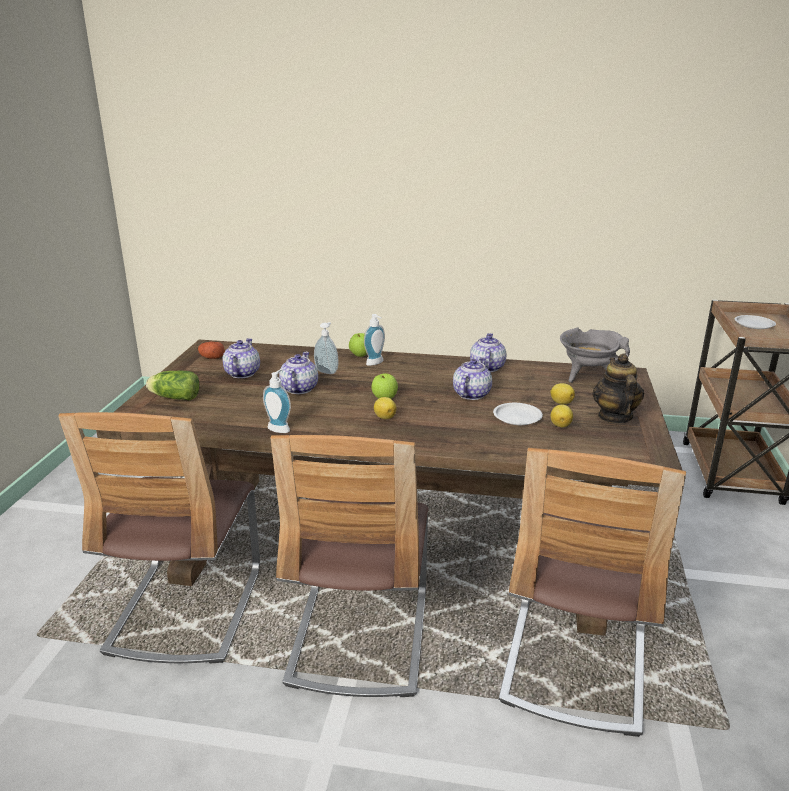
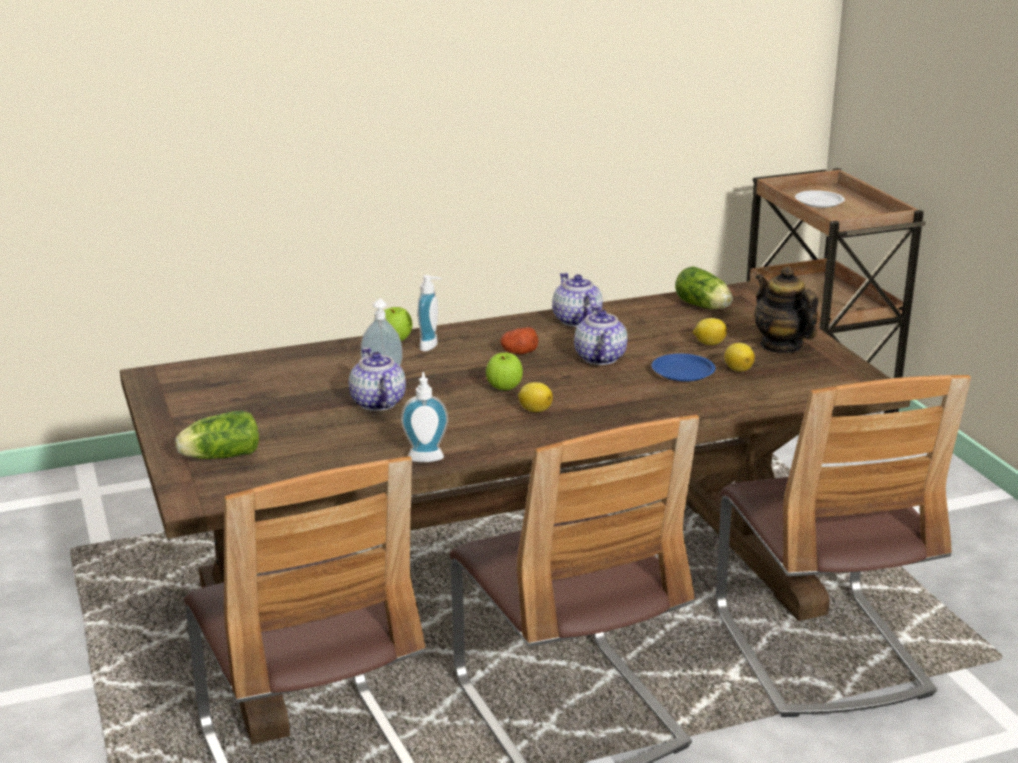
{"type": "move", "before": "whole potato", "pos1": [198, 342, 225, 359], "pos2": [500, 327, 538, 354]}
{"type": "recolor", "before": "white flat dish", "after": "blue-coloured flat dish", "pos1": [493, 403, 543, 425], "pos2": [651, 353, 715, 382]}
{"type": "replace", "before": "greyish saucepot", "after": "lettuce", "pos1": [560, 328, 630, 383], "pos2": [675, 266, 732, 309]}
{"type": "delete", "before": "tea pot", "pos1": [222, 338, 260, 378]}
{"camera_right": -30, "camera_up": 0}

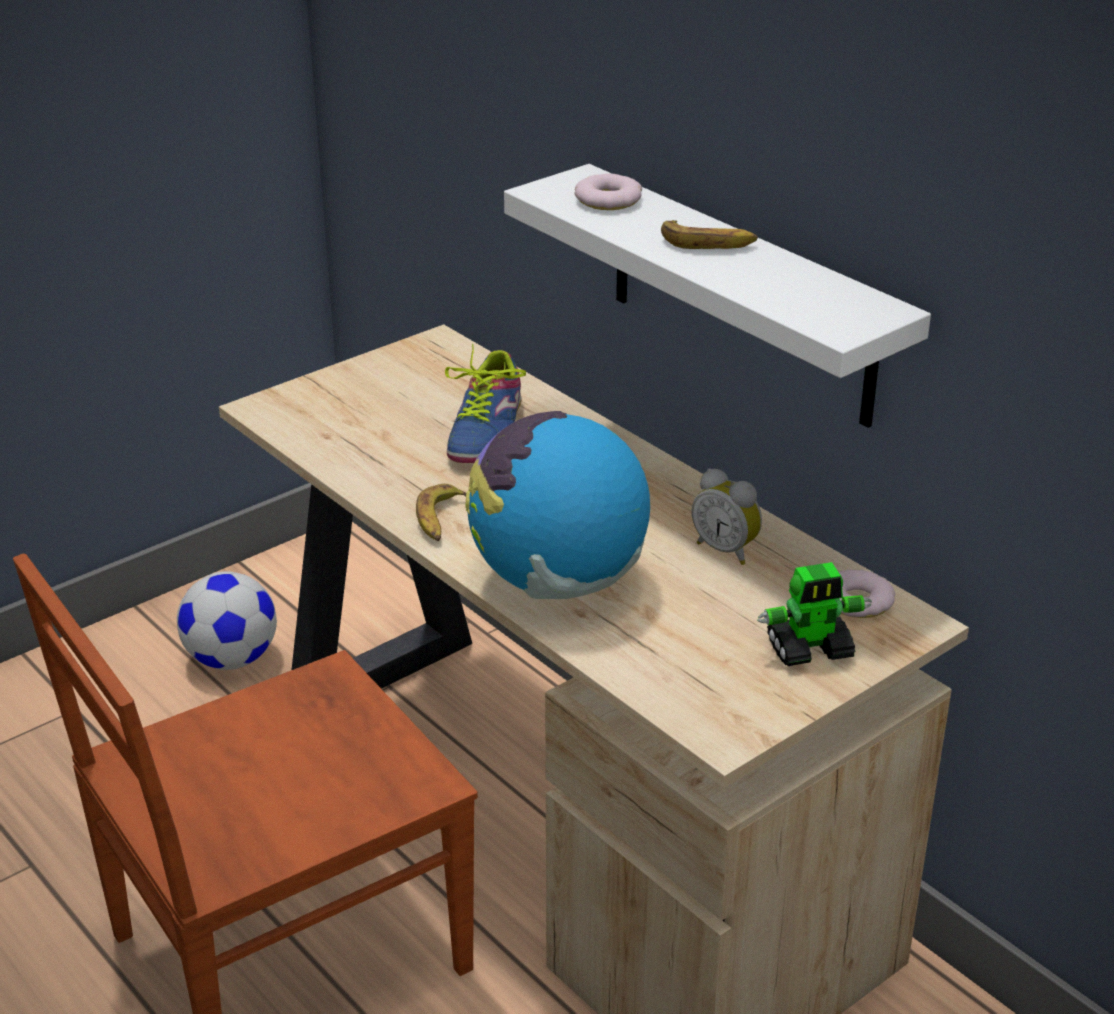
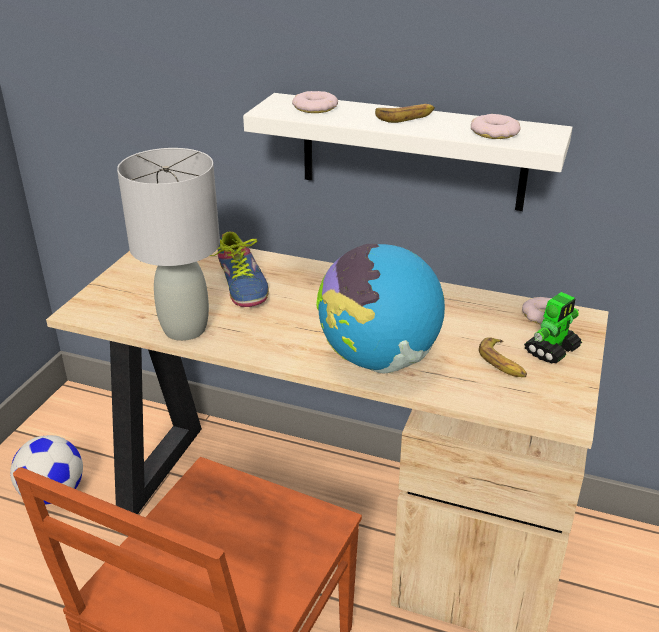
{"type": "insert", "after": "greyish table lamp", "pos2": [117, 148, 220, 341]}
{"type": "insert", "after": "doughnut", "pos2": [471, 114, 521, 139]}
{"type": "move", "before": "banana", "pos1": [416, 484, 466, 541], "pos2": [479, 337, 527, 377]}
{"type": "delete", "before": "table clock", "pos1": [692, 468, 762, 565]}
{"camera_right": -30, "camera_up": 0}

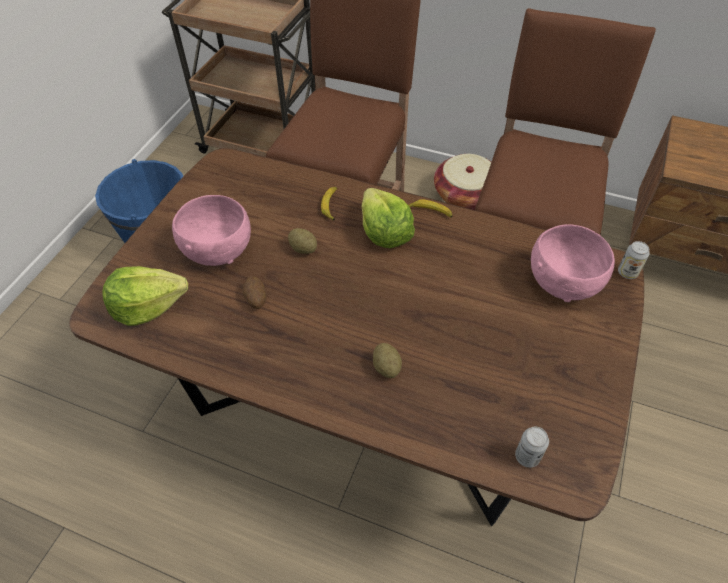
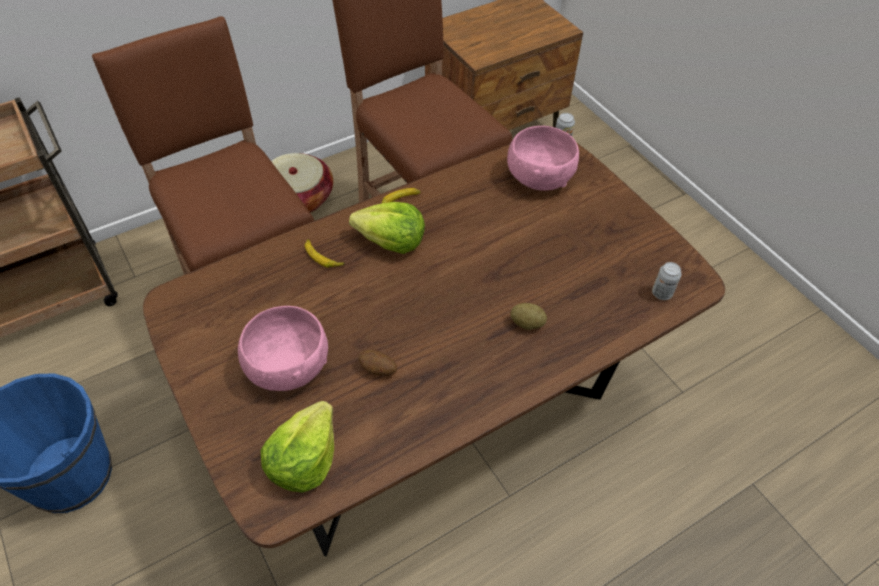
{"type": "delete", "before": "whole potato", "pos1": [288, 228, 317, 254]}
{"camera_right": -55, "camera_up": 0}

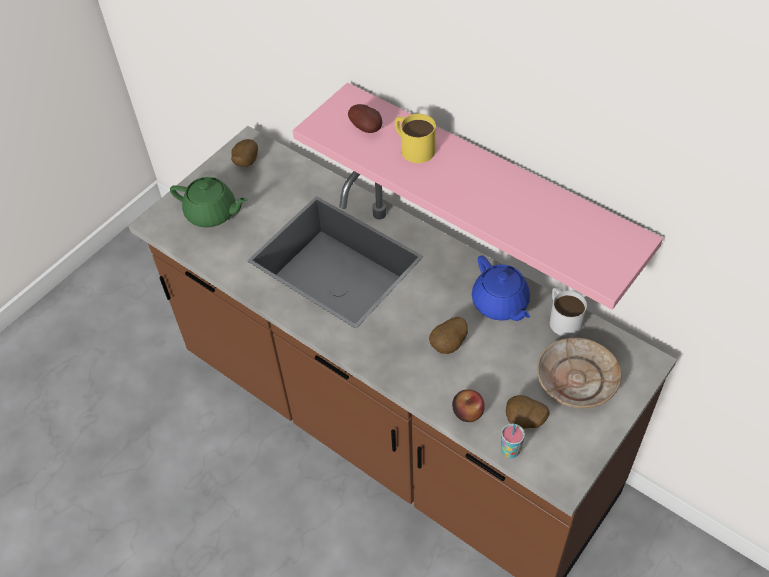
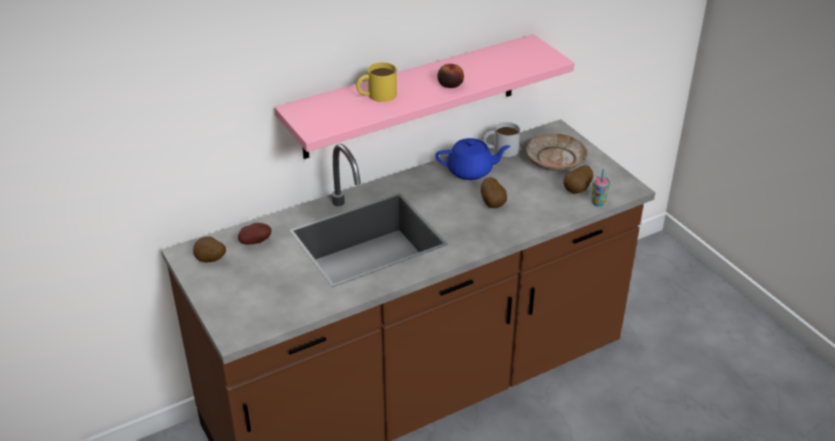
{"type": "move", "before": "whole potato", "pos1": [348, 104, 382, 133], "pos2": [238, 223, 271, 245]}
{"type": "move", "before": "apple fruit", "pos1": [452, 390, 485, 422], "pos2": [437, 64, 464, 88]}
{"type": "delete", "before": "greenish tea pot", "pos1": [170, 177, 248, 227]}
{"camera_right": -70, "camera_up": -15}

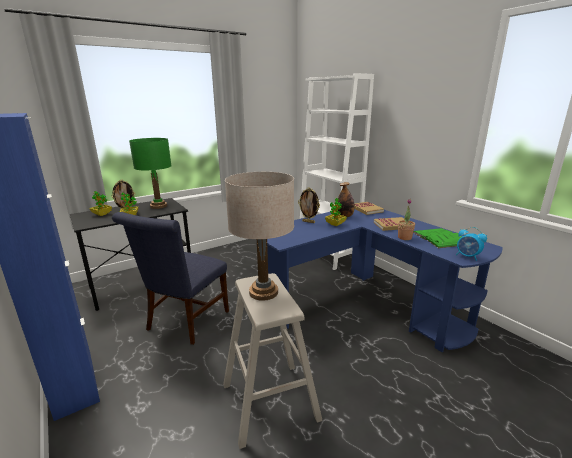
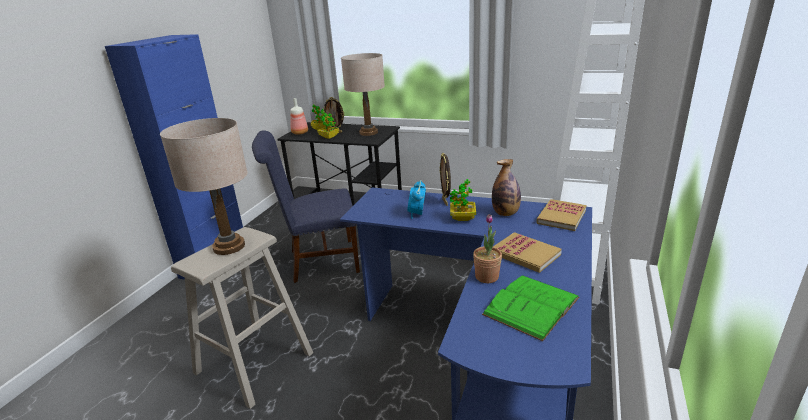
{"type": "insert", "after": "drink bottle", "pos2": [290, 98, 308, 135]}
{"type": "recolor", "before": "greenish table lamp", "after": "beige table lamp", "pos1": [129, 138, 172, 209], "pos2": [341, 53, 385, 136]}
{"type": "move", "before": "table clock", "pos1": [456, 227, 487, 261], "pos2": [407, 180, 426, 219]}
{"camera_right": 55, "camera_up": 5}

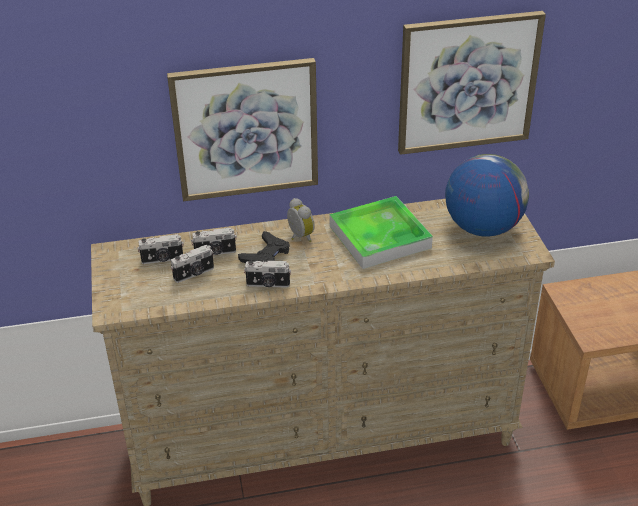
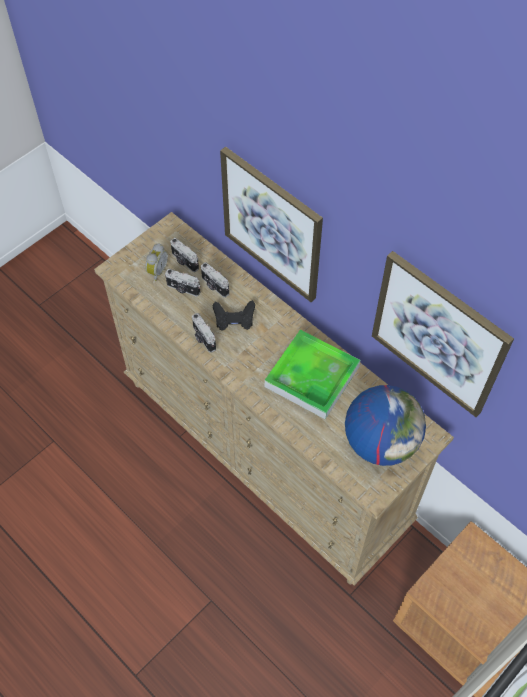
{"type": "move", "before": "table clock", "pos1": [287, 198, 315, 242], "pos2": [145, 243, 168, 281]}
{"camera_right": 55, "camera_up": 20}

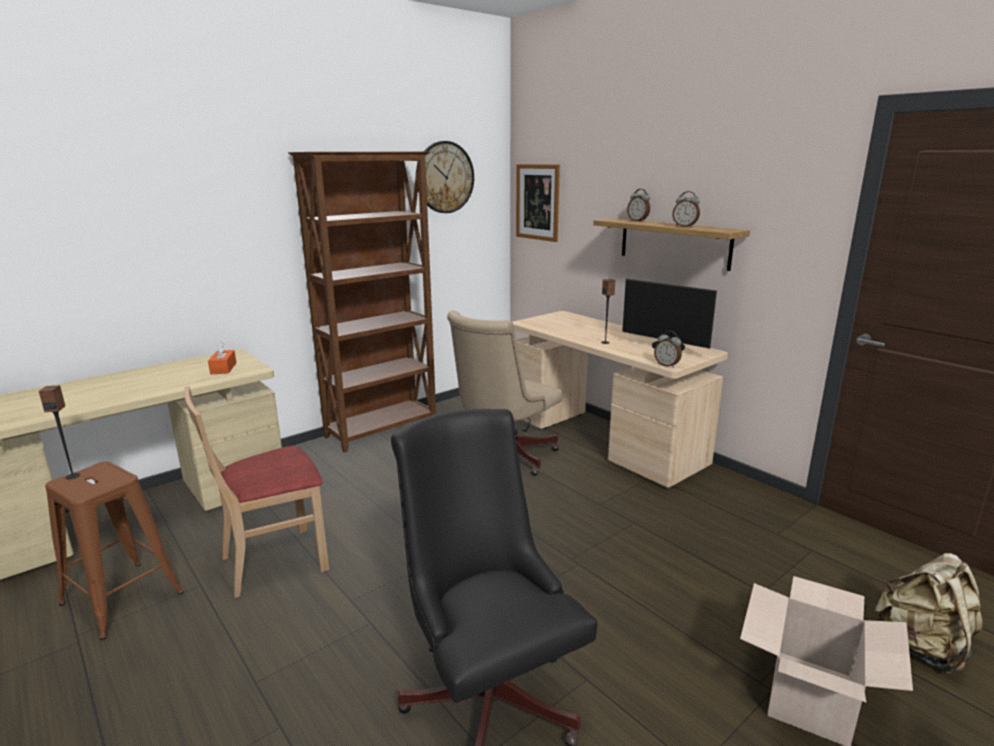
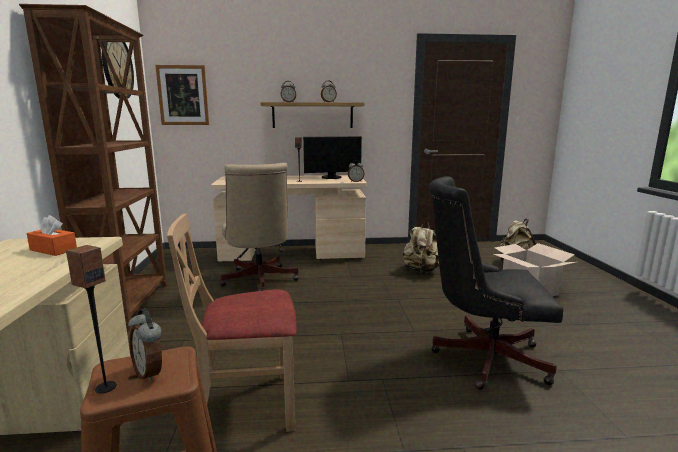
{"type": "insert", "after": "table clock", "pos2": [128, 309, 162, 383]}
{"type": "rotate", "before": "beige plain chair", "pos1": [184, 386, 329, 598], "pos2": [167, 213, 297, 432], "turn": 75}
{"type": "insert", "after": "beige backpack", "pos2": [402, 222, 439, 274]}
{"camera_right": -55, "camera_up": -5}

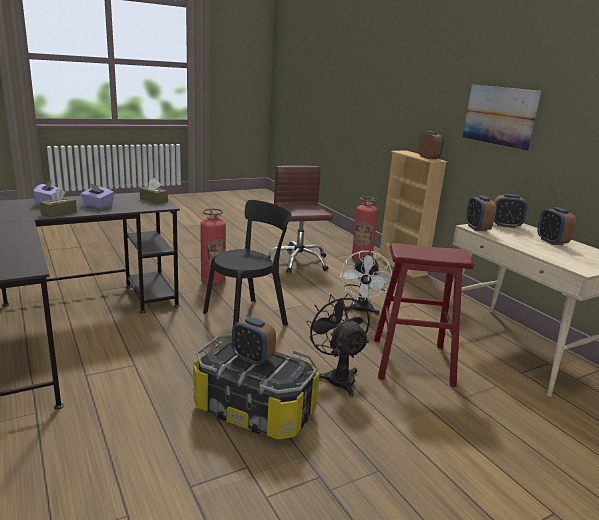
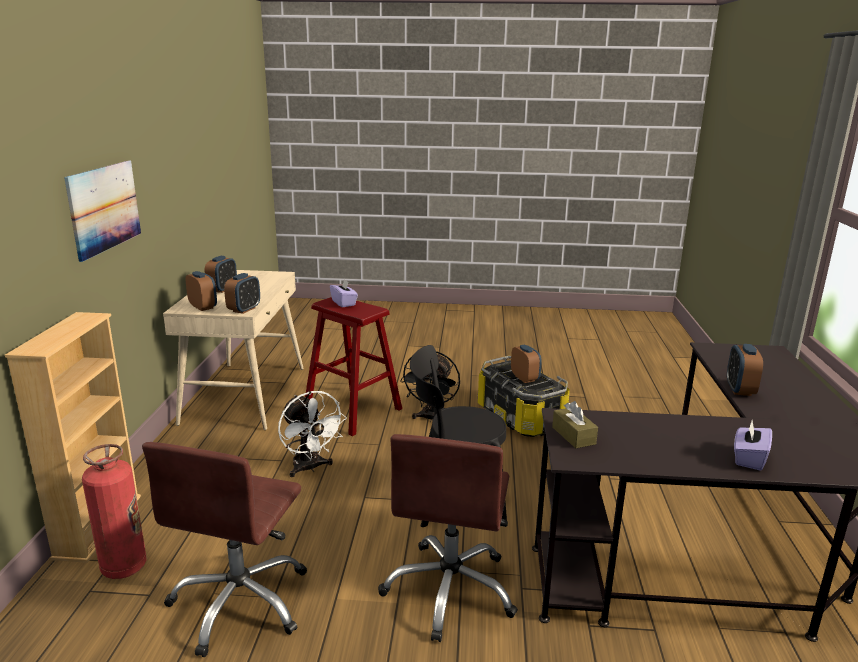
{"type": "rotate", "before": "white fan", "pos1": [340, 250, 392, 315], "pos2": [278, 391, 347, 477], "turn": 105}
{"type": "move", "before": "purple tissue holder", "pos1": [80, 183, 114, 209], "pos2": [330, 279, 358, 307]}
{"type": "replace", "before": "extinguisher", "after": "brown-coloured office chair", "pos1": [200, 208, 226, 286], "pos2": [378, 434, 518, 642]}
{"type": "move", "before": "table clock", "pos1": [418, 131, 444, 159], "pos2": [727, 344, 763, 396]}
{"type": "delete", "before": "brown-coloured tissue holder", "pos1": [39, 189, 77, 218]}
{"camera_right": -145, "camera_up": 0}

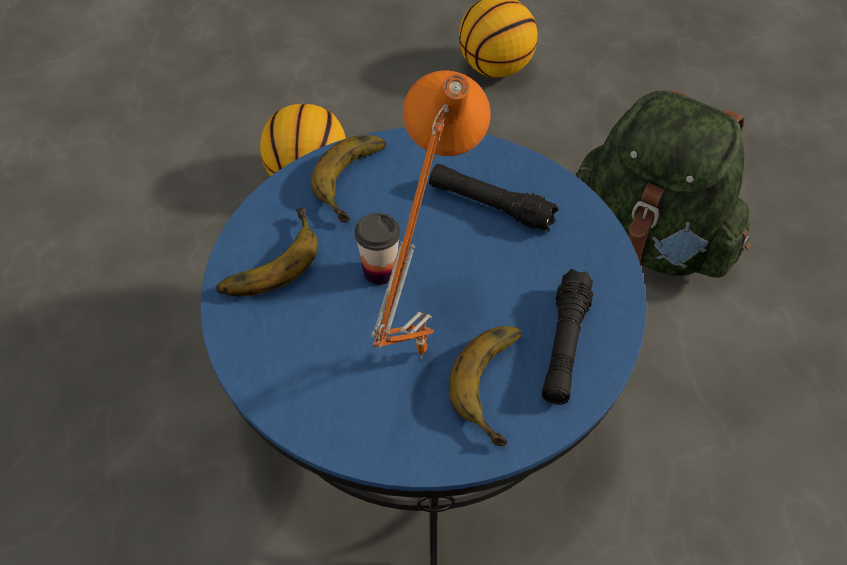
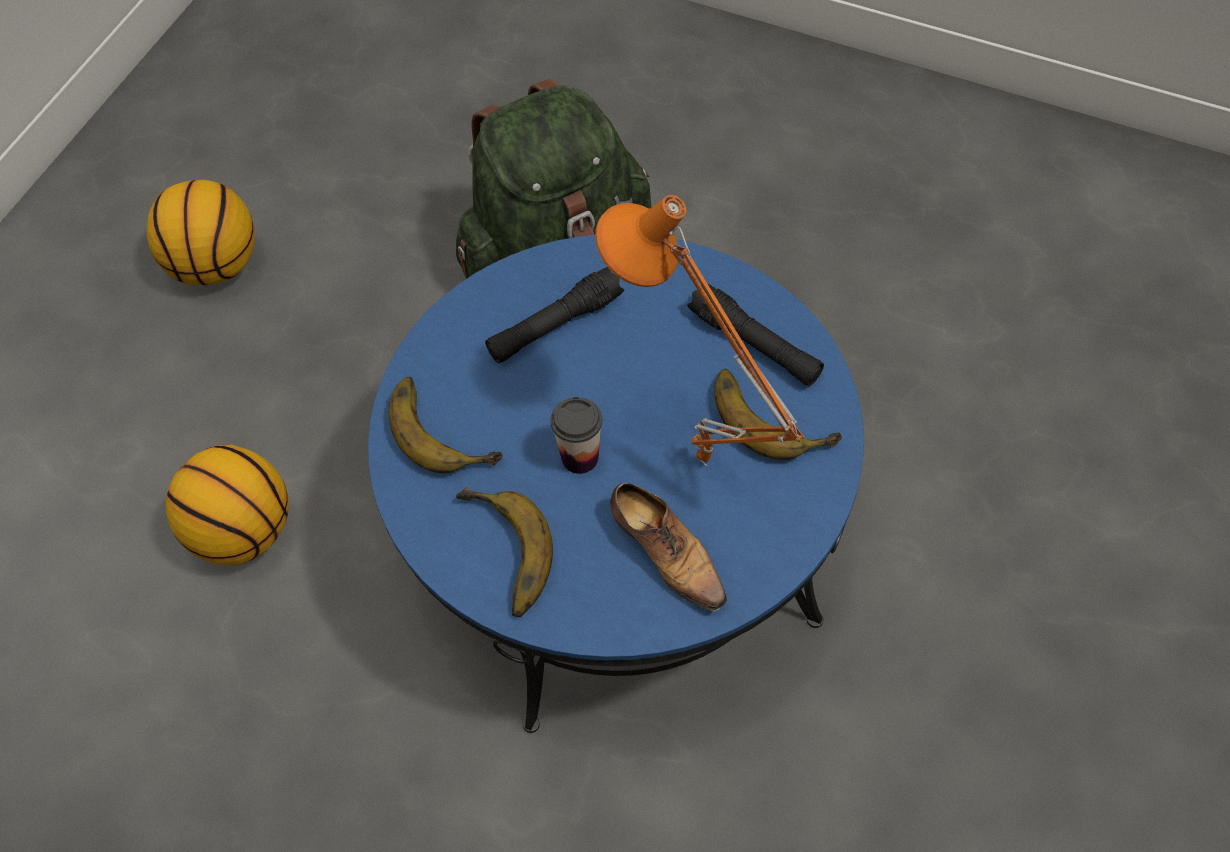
{"type": "insert", "after": "low shoe", "pos2": [610, 483, 727, 611]}
{"camera_right": -60, "camera_up": 5}

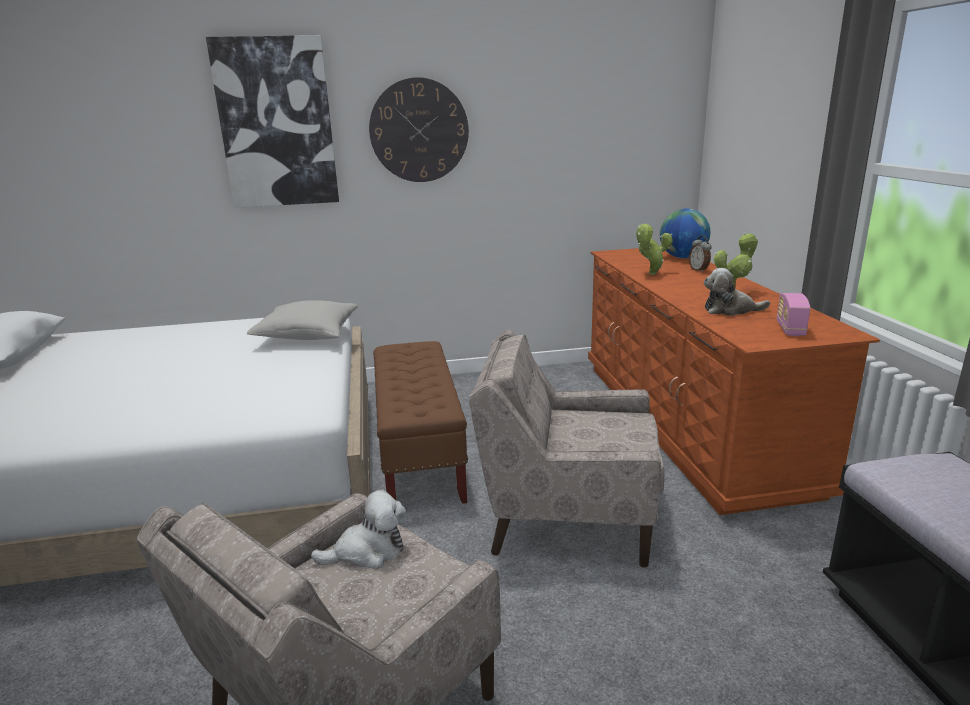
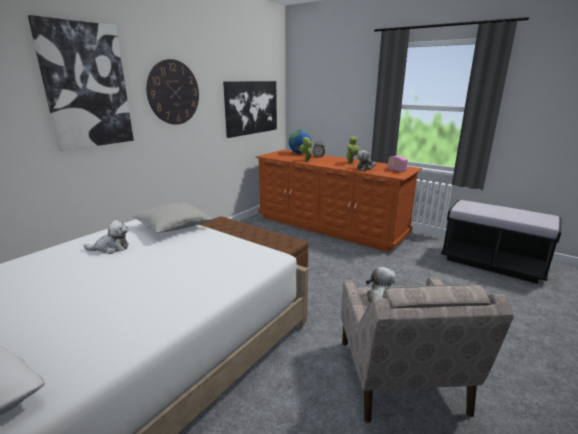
{"type": "insert", "after": "plush toy", "pos2": [83, 220, 129, 254]}
{"type": "insert", "after": "picture", "pos2": [223, 81, 277, 138]}
{"type": "delete", "before": "beige easy chair", "pos1": [469, 330, 665, 568]}
{"camera_right": -45, "camera_up": 0}

